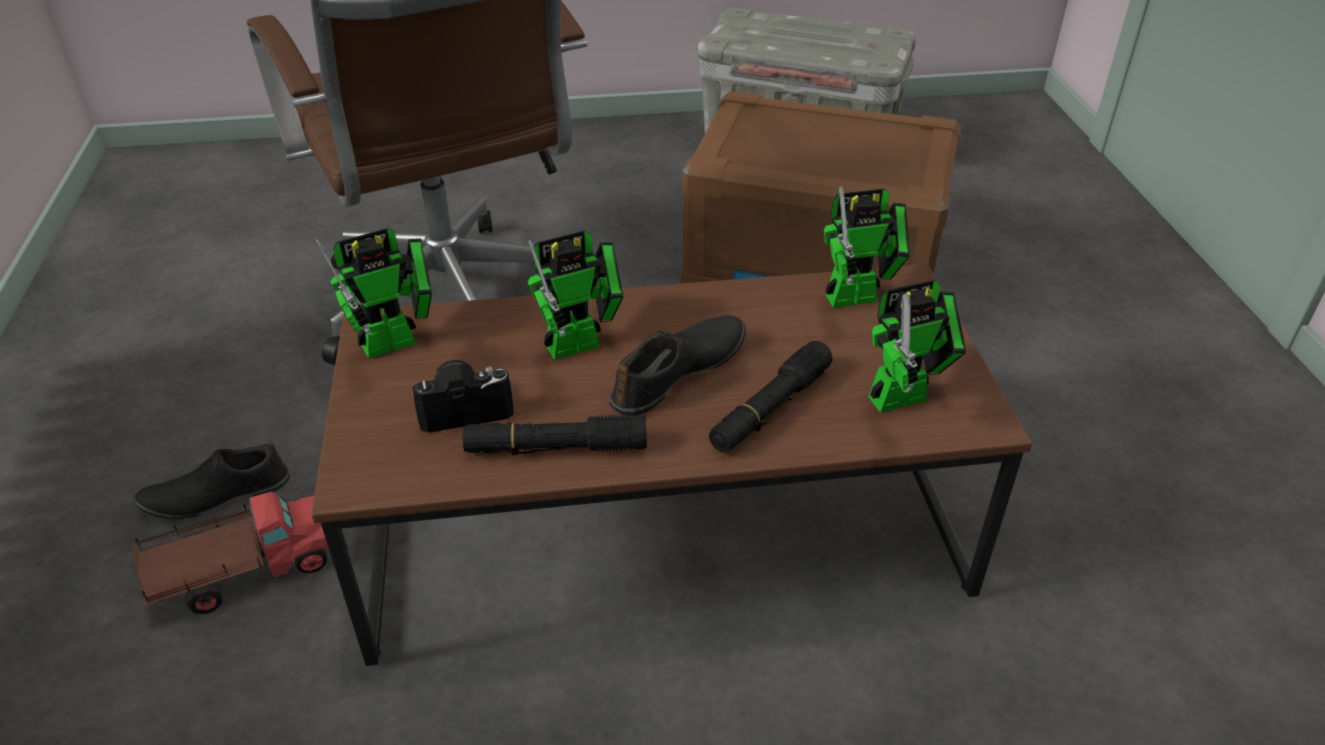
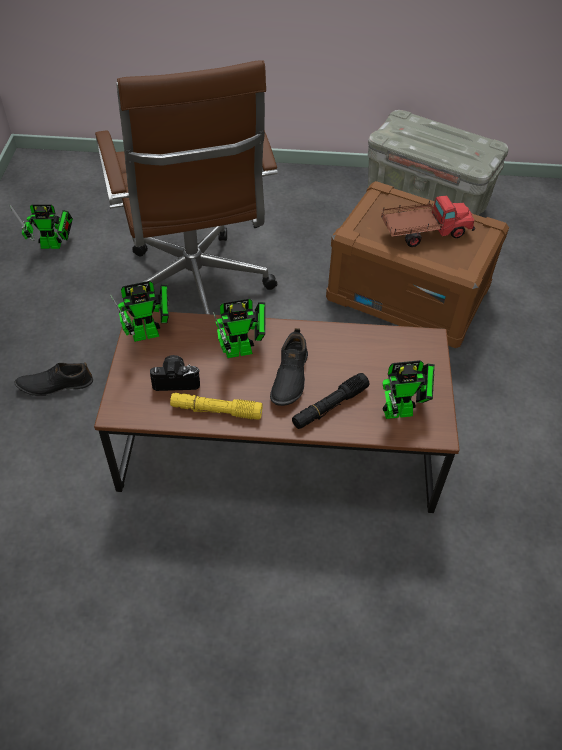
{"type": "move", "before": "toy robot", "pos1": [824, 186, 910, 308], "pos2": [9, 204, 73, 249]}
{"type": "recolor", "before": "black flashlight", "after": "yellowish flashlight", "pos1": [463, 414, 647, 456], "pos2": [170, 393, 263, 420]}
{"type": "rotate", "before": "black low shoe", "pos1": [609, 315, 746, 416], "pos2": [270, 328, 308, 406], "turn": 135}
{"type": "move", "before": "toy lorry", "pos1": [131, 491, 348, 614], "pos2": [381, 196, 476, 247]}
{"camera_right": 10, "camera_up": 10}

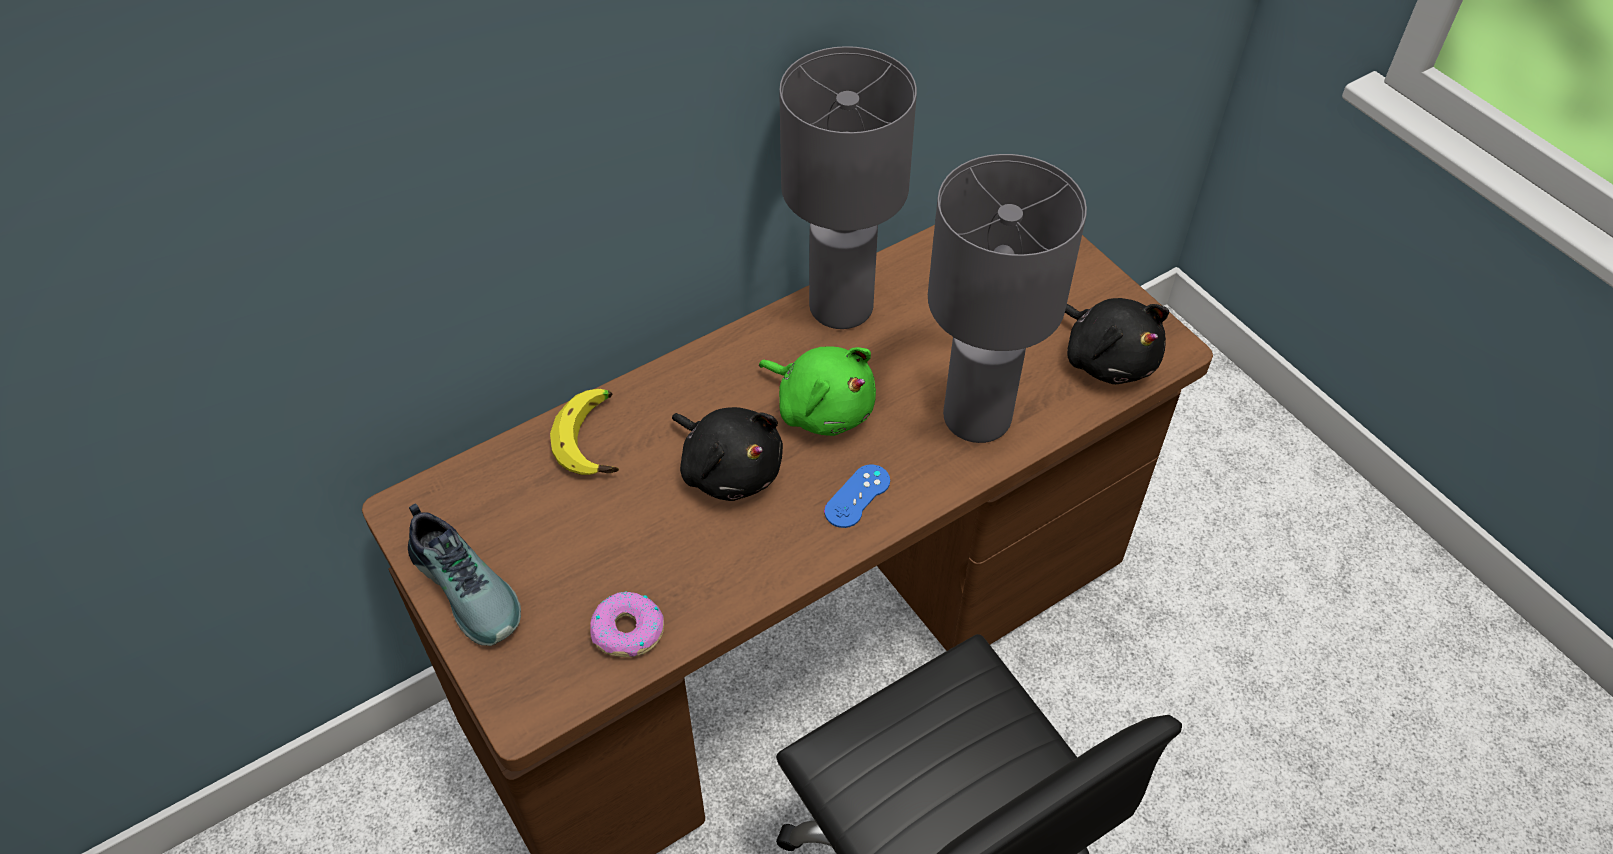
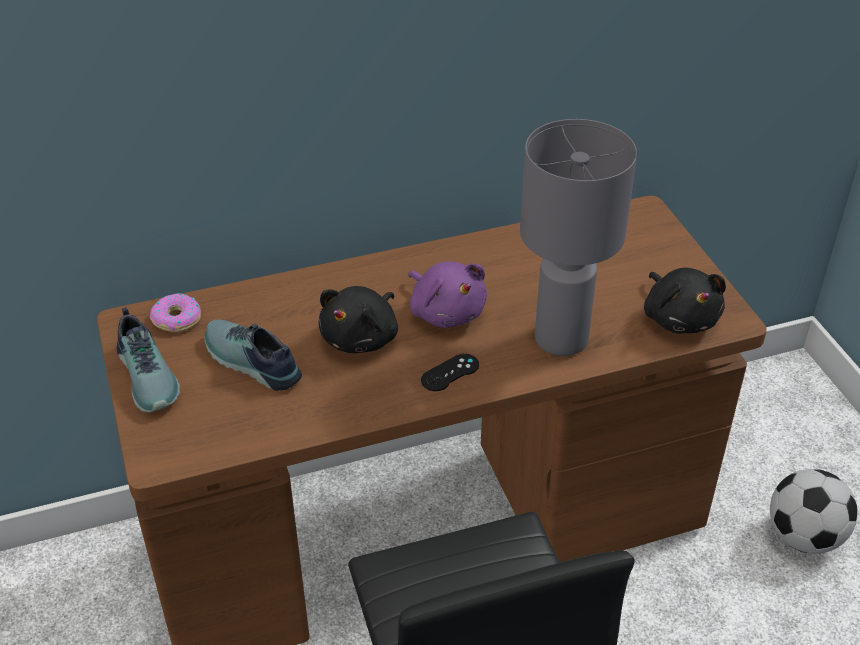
{"type": "move", "before": "doughnut", "pos1": [590, 591, 664, 657], "pos2": [150, 293, 201, 332]}
{"type": "insert", "after": "low shoe", "pos2": [205, 319, 302, 391]}
{"type": "rotate", "before": "black plush toy", "pos1": [672, 407, 783, 501], "pos2": [318, 286, 398, 353], "turn": 60}
{"type": "recolor", "before": "greenish plush toy", "after": "purple plush toy", "pos1": [759, 346, 876, 436], "pos2": [408, 261, 487, 328]}
{"type": "recolor", "before": "blue-coloured joypad", "after": "black joypad", "pos1": [824, 465, 890, 528], "pos2": [421, 354, 479, 391]}
{"type": "insert", "after": "football ball", "pos2": [770, 469, 858, 554]}
{"type": "delete", "before": "banana", "pos1": [550, 389, 619, 475]}
{"type": "delete", "before": "greyish table lamp", "pos1": [779, 46, 917, 329]}
{"camera_right": 15, "camera_up": -10}

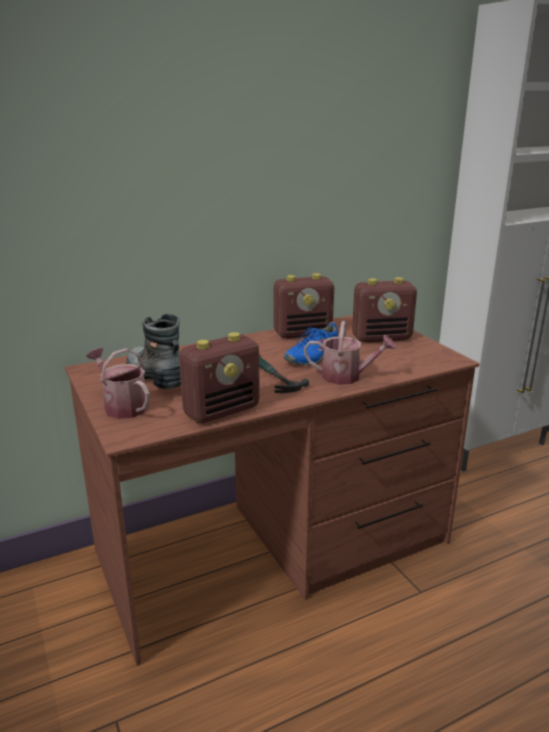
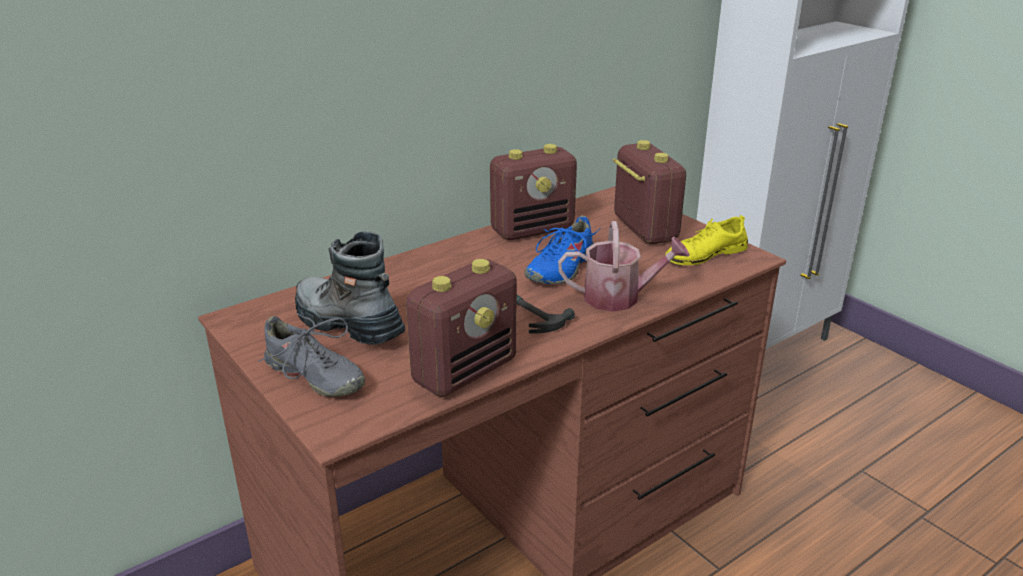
{"type": "replace", "before": "sprinkling can", "after": "greyish low shoe", "pos1": [86, 348, 150, 419], "pos2": [259, 313, 365, 397]}
{"type": "rotate", "before": "radio receiver", "pos1": [352, 277, 417, 342], "pos2": [613, 140, 686, 244], "turn": -90}
{"type": "insert", "after": "yellowish low shoe", "pos2": [665, 215, 748, 265]}
{"camera_right": -10, "camera_up": 5}

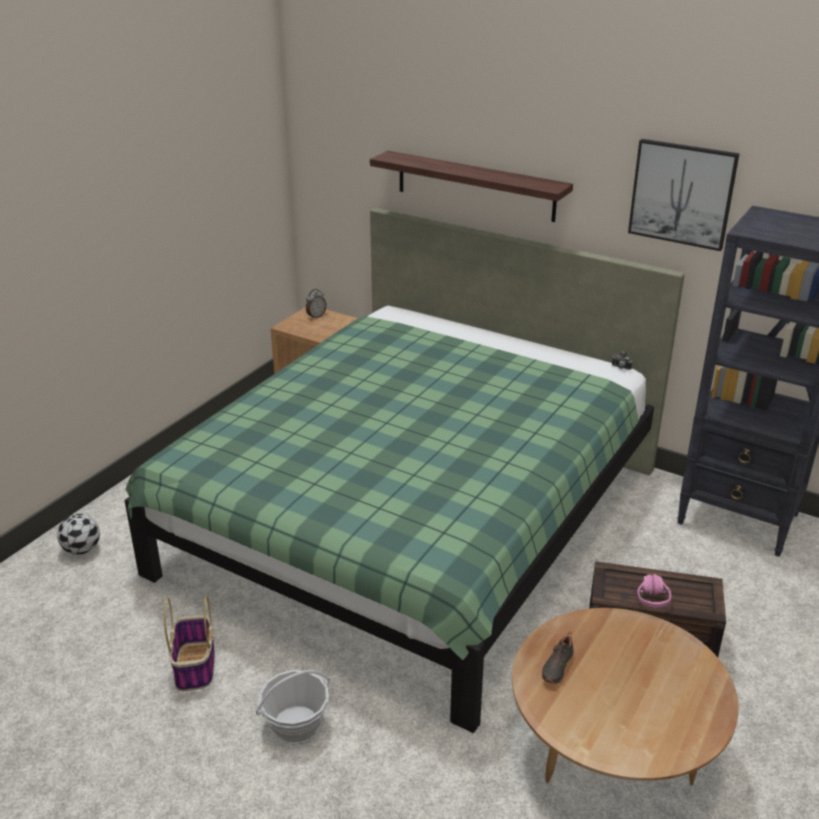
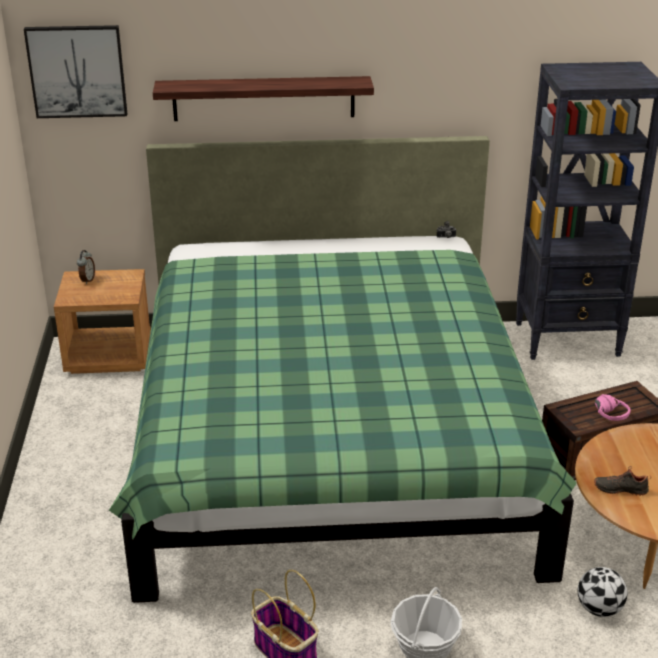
{"type": "move", "before": "picture", "pos1": [628, 139, 740, 251], "pos2": [24, 25, 128, 118]}
{"type": "move", "before": "football ball", "pos1": [57, 514, 100, 555], "pos2": [578, 567, 627, 617]}
{"type": "rotate", "before": "black low shoe", "pos1": [542, 631, 574, 684], "pos2": [594, 466, 651, 496], "turn": 105}
{"camera_right": -35, "camera_up": 0}

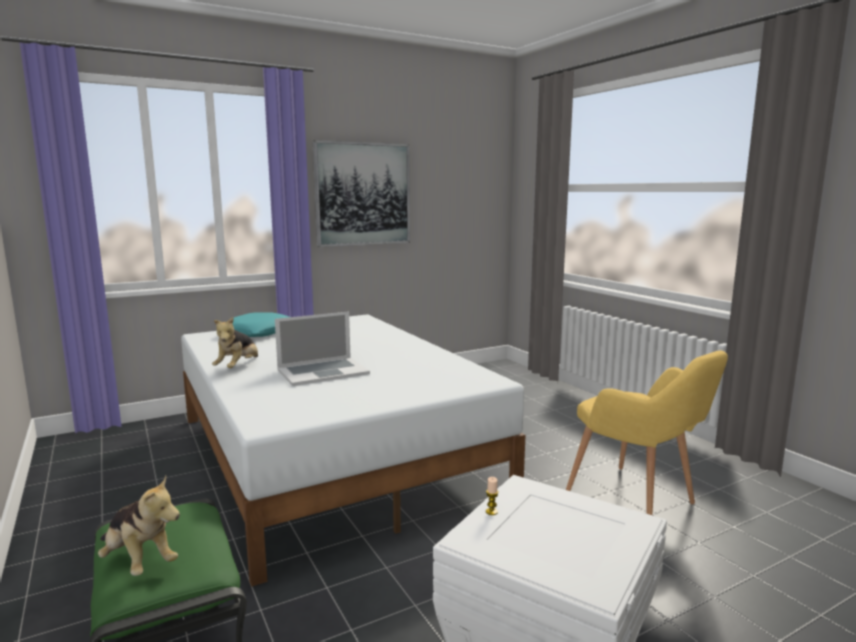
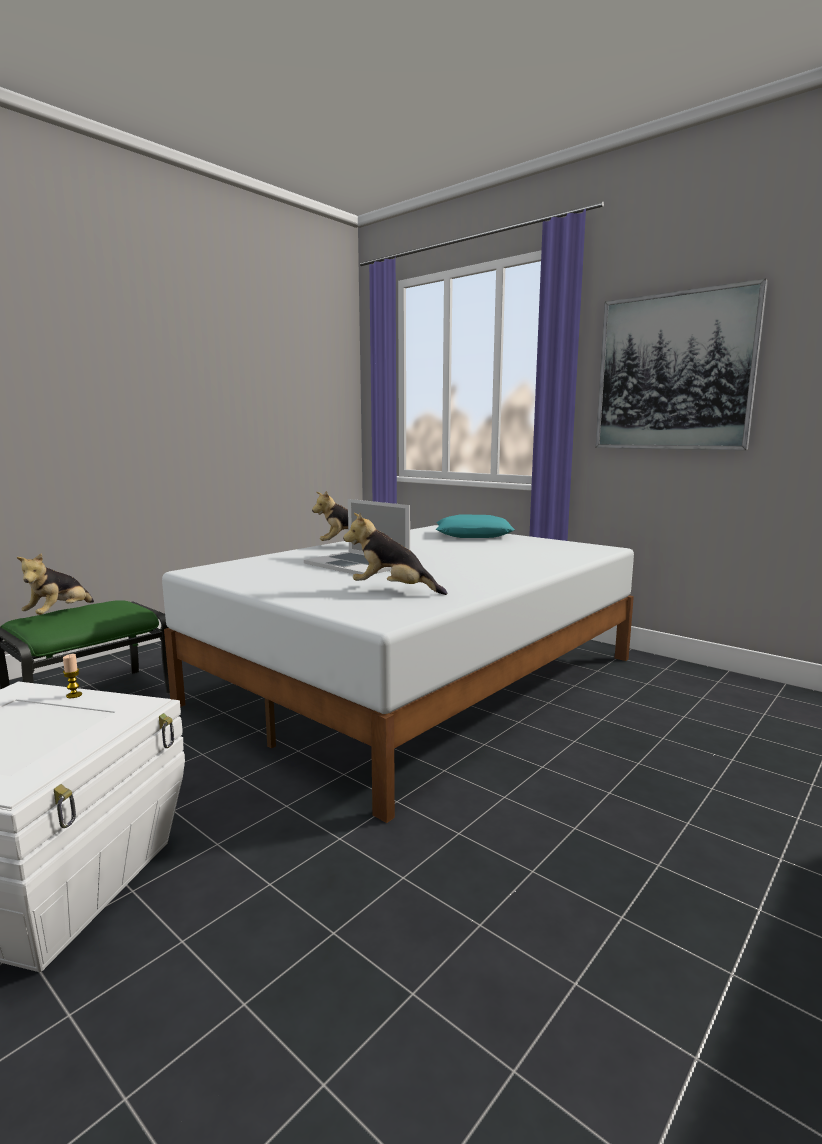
{"type": "insert", "after": "plush toy", "pos2": [343, 513, 447, 595]}
{"type": "delete", "before": "yellowish easy chair", "pos1": [566, 350, 728, 515]}
{"camera_right": 70, "camera_up": 0}

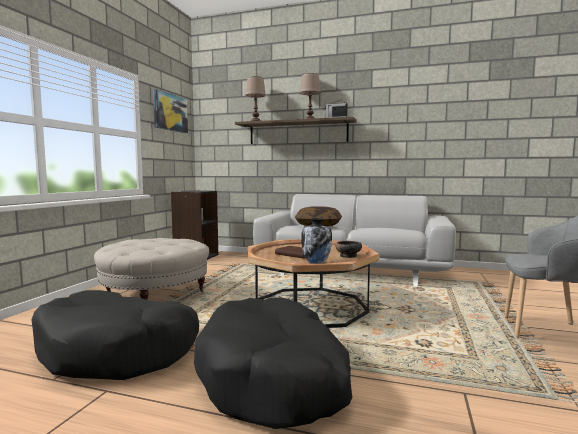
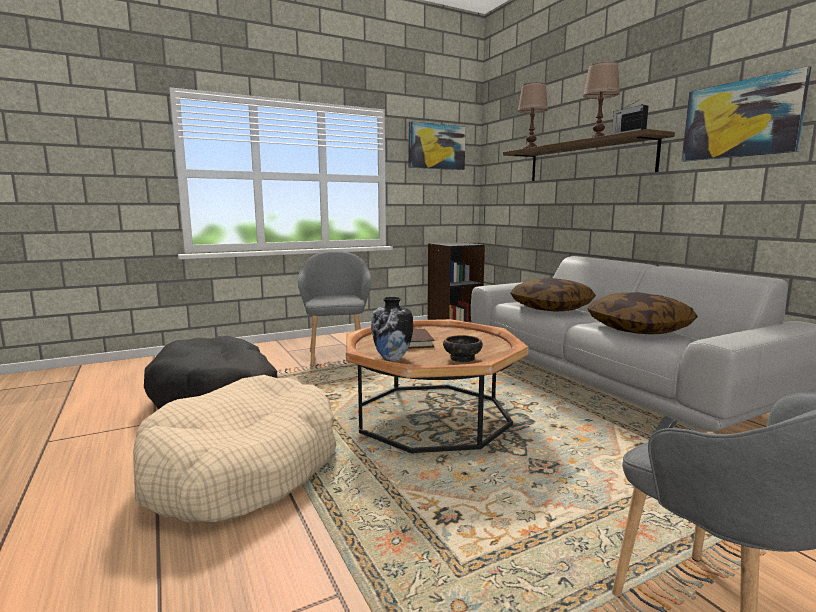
{"type": "recolor", "before": "black dog bed", "after": "beige dog bed", "pos1": [194, 297, 352, 429], "pos2": [133, 375, 336, 522]}
{"type": "replace", "before": "beige ottoman", "after": "greyish easy chair", "pos1": [94, 238, 209, 300], "pos2": [298, 251, 371, 366]}
{"type": "insert", "after": "throw pillow", "pos2": [587, 292, 698, 334]}
{"type": "insert", "after": "picture", "pos2": [682, 66, 811, 162]}
{"camera_right": 45, "camera_up": 5}

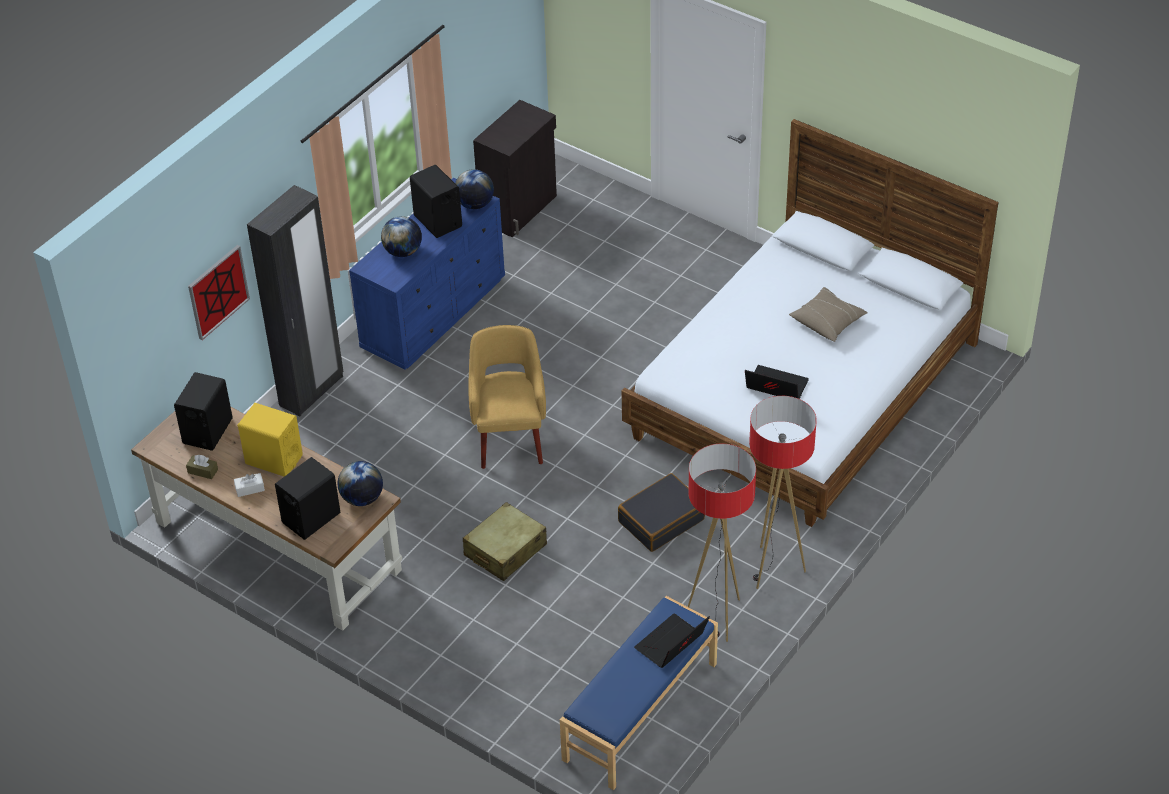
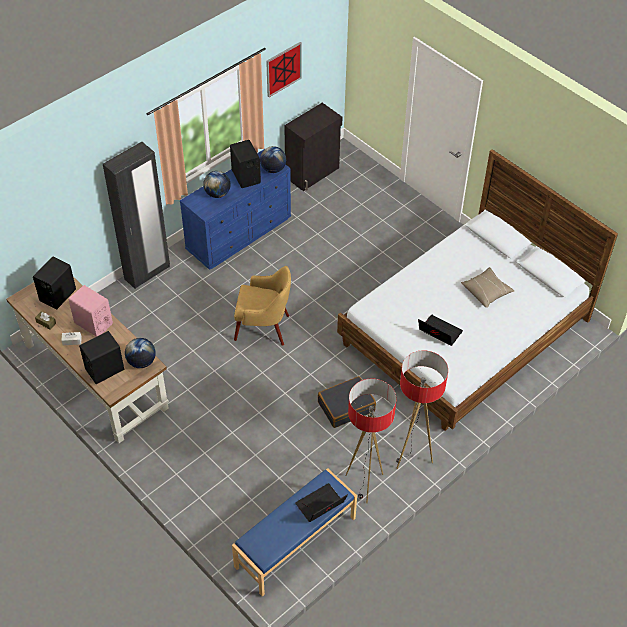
{"type": "recolor", "before": "yellowish audio speaker", "after": "pink audio speaker", "pos1": [237, 403, 303, 477], "pos2": [69, 285, 113, 337]}
{"type": "rotate", "before": "yellowish easy chair", "pos1": [468, 325, 546, 469], "pos2": [234, 266, 291, 346], "turn": 90}
{"type": "move", "before": "picture", "pos1": [188, 245, 250, 340], "pos2": [266, 42, 302, 97]}
{"type": "delete", "before": "beige piece of luggage", "pos1": [463, 502, 547, 581]}
{"camera_right": 10, "camera_up": 5}

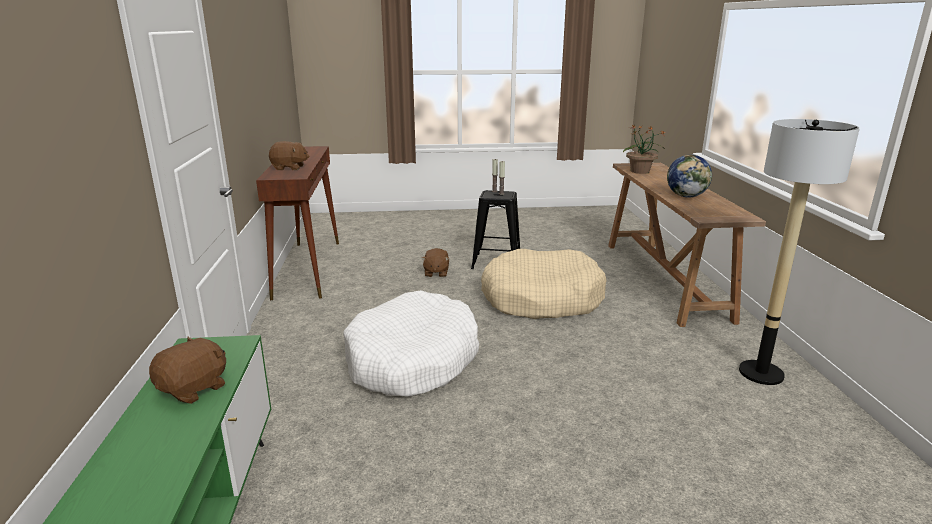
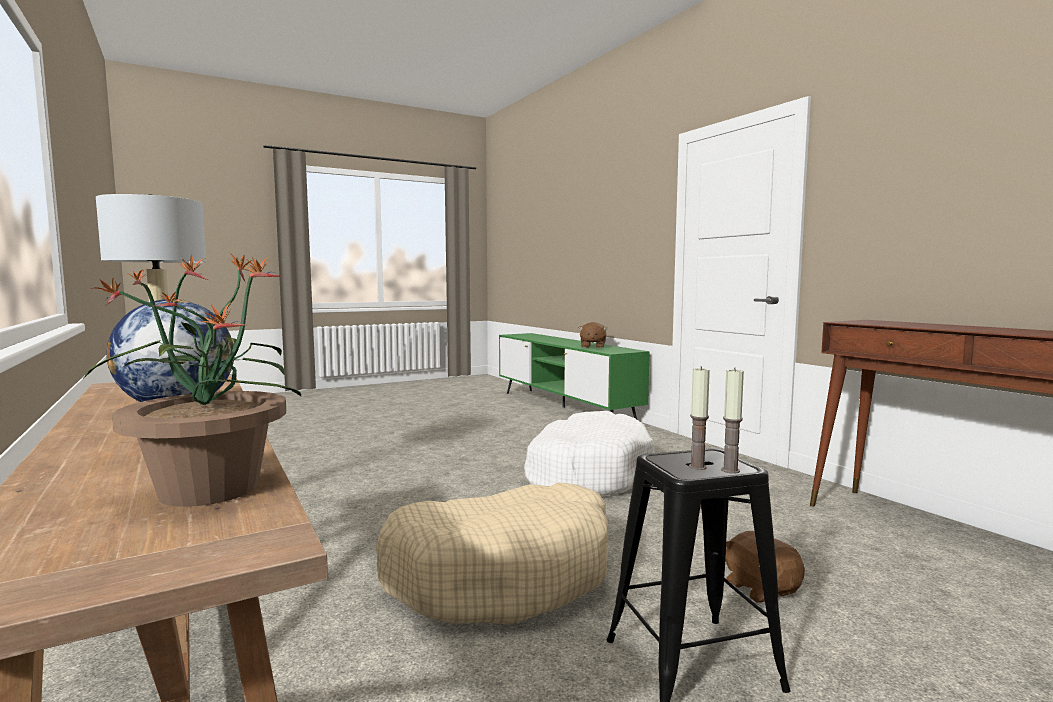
{"type": "delete", "before": "brown-coloured plush toy", "pos1": [269, 141, 310, 170]}
{"camera_right": 155, "camera_up": -15}

